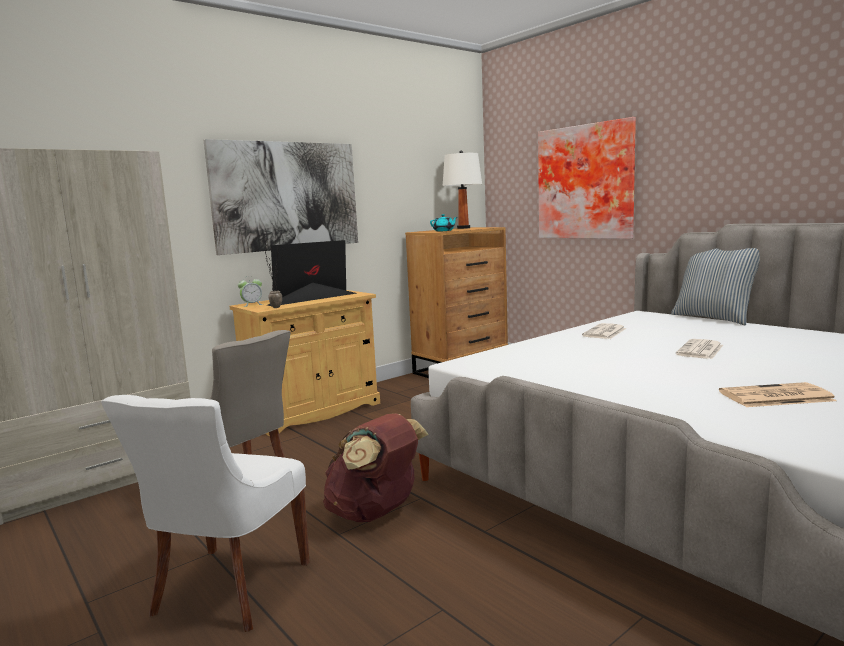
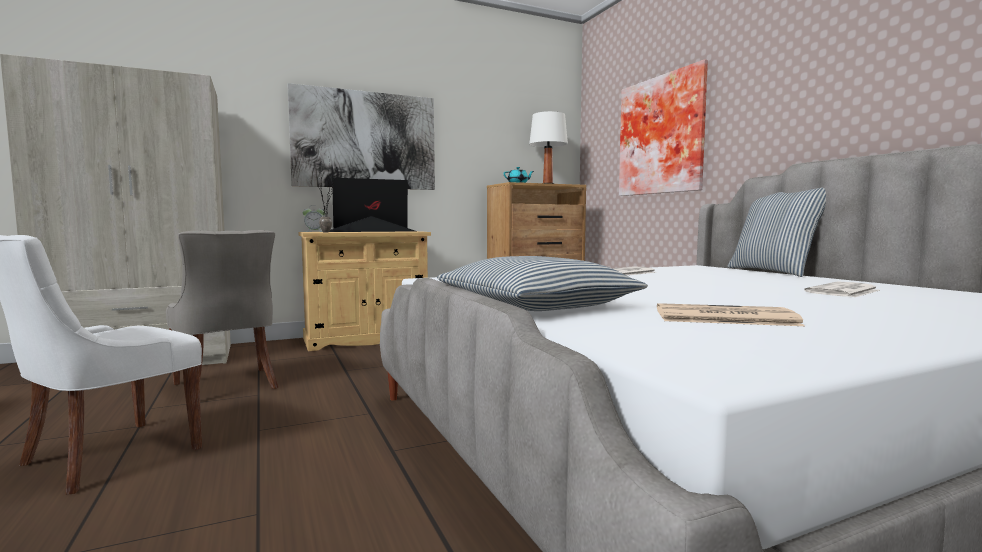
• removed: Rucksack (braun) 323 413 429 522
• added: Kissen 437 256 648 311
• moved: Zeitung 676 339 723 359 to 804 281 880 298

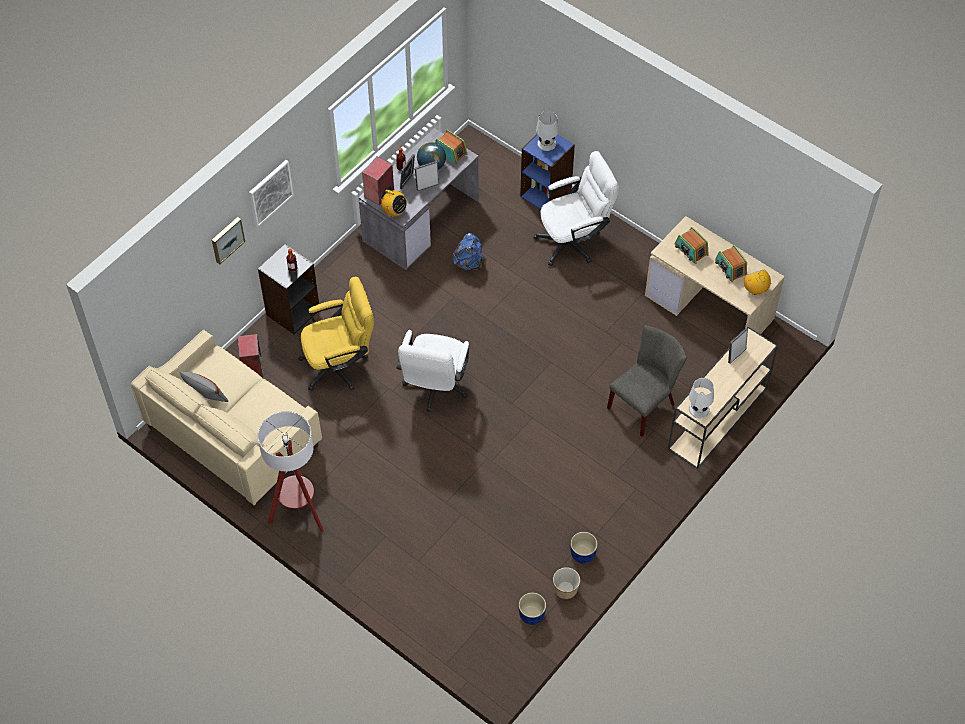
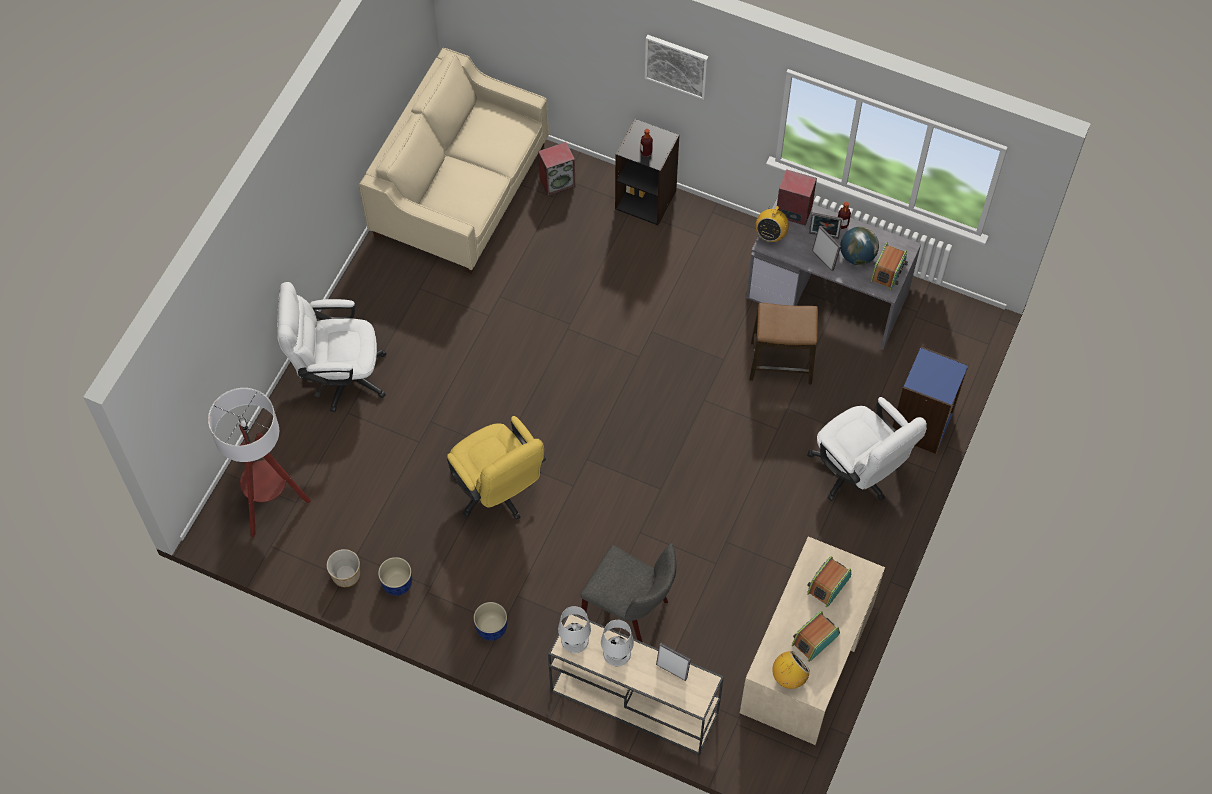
• removed: Kissen (grau) 180 372 228 402
• removed: Bild 212 217 245 264
• moved: Stehlampe 258 411 324 532 to 208 388 311 538
• moved: Bürostuhl (gelb) 298 277 374 391 to 447 416 546 520
• moved: Bürostuhl (weiß) 397 330 469 412 to 277 282 387 412
• moved: Pflanzkübel (blau) 519 593 546 625 to 473 602 507 641
• moved: Tischlampe (weiß) 536 111 559 151 to 601 620 634 666
• replaced: Rucksack (blau) 453 233 484 271 to Hocker 749 303 818 384

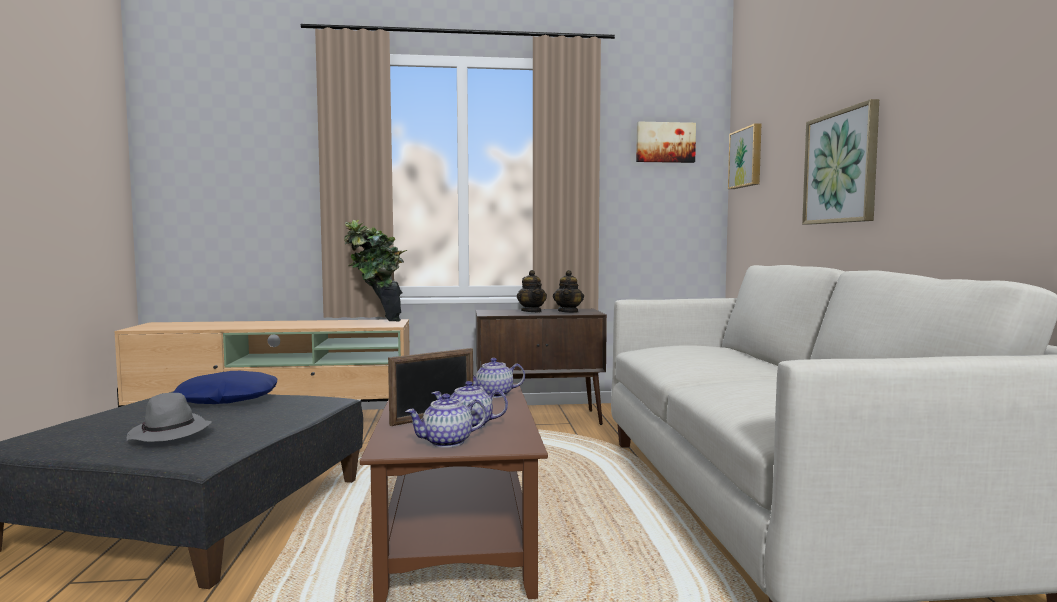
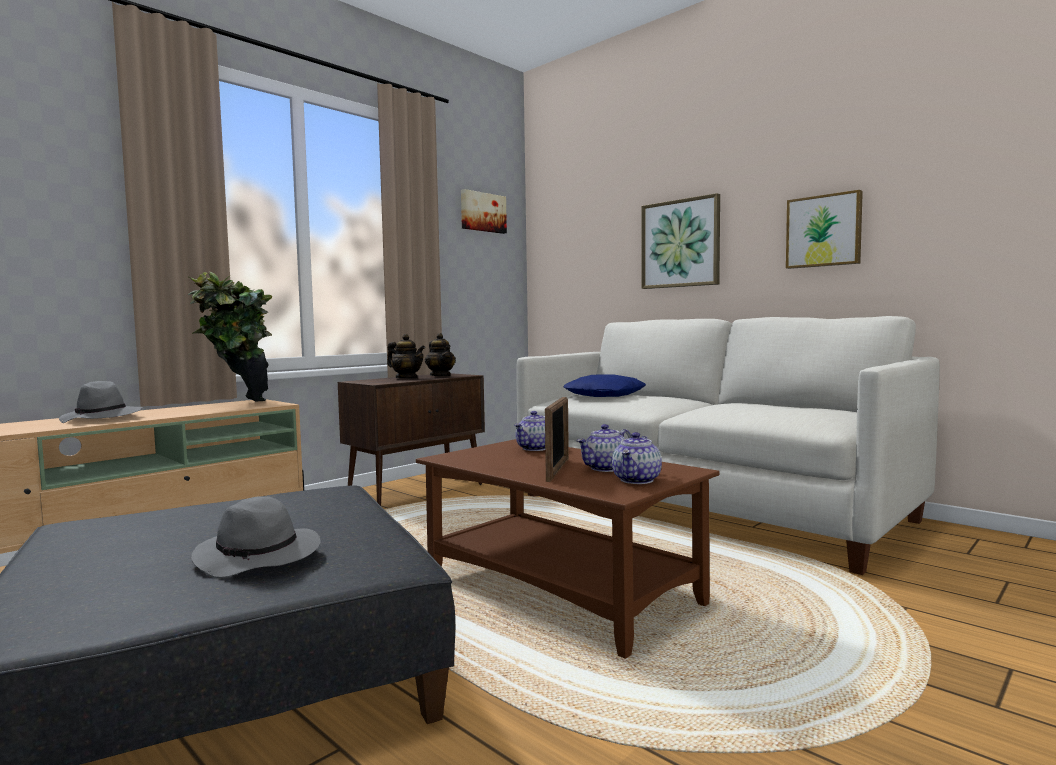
• added: Hut (grau) 59 381 143 423
• moved: Kissen (blau) 173 371 277 404 to 563 375 646 397
• moved: Bild 728 123 761 189 to 786 190 863 269

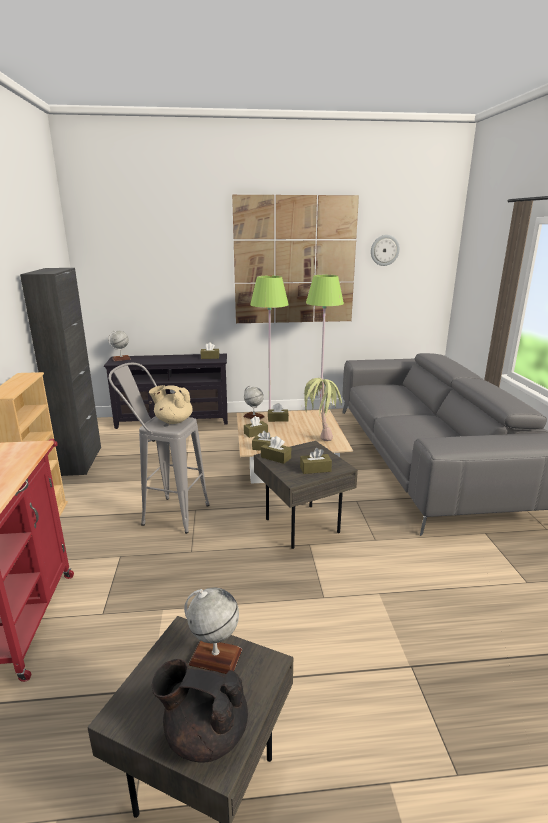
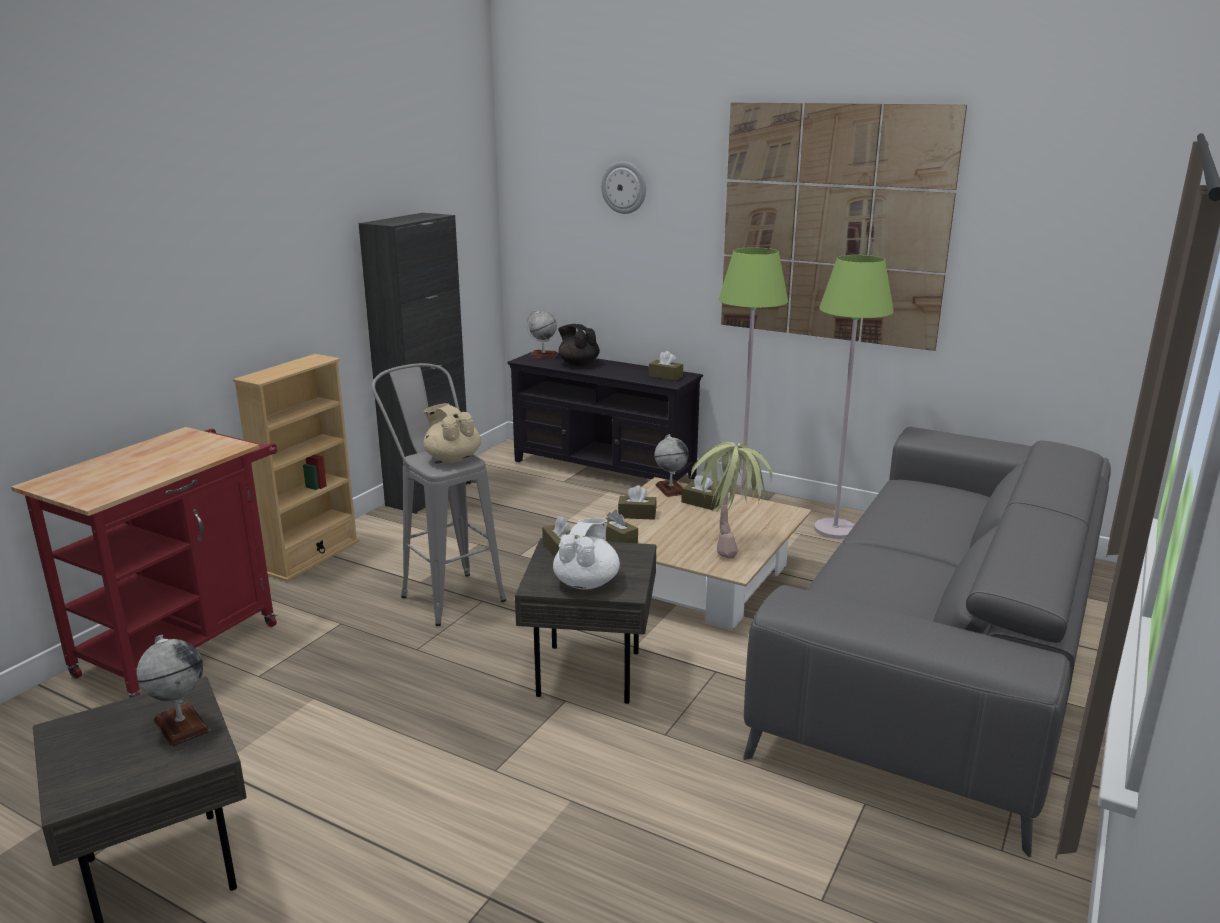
• moved: Teekanne (schwarz) 151 659 248 763 to 558 324 600 366
• moved: Wanduhr 371 235 400 266 to 601 161 646 214
• replaced: Taschentuchbox (braun) 300 448 332 474 to Teekanne (weiß) 553 518 620 590

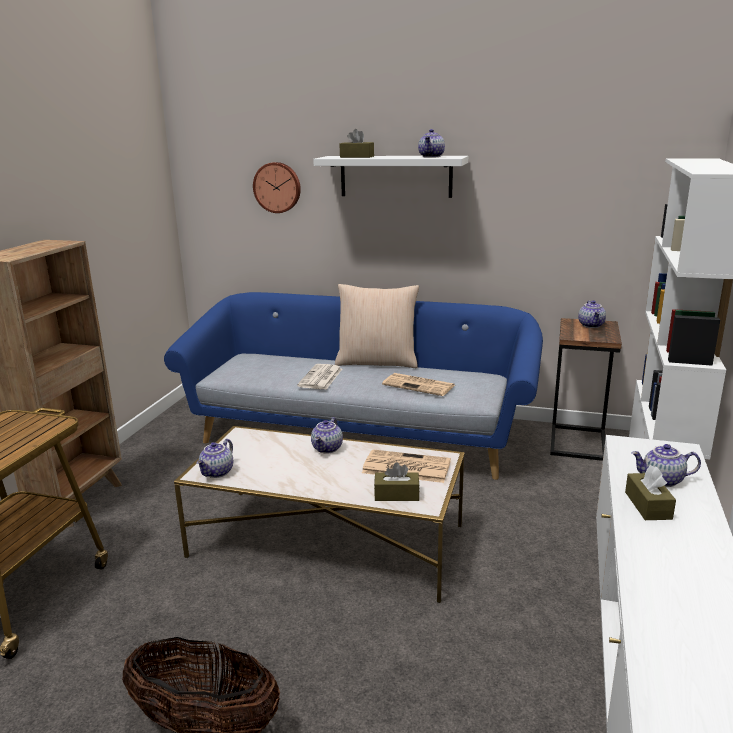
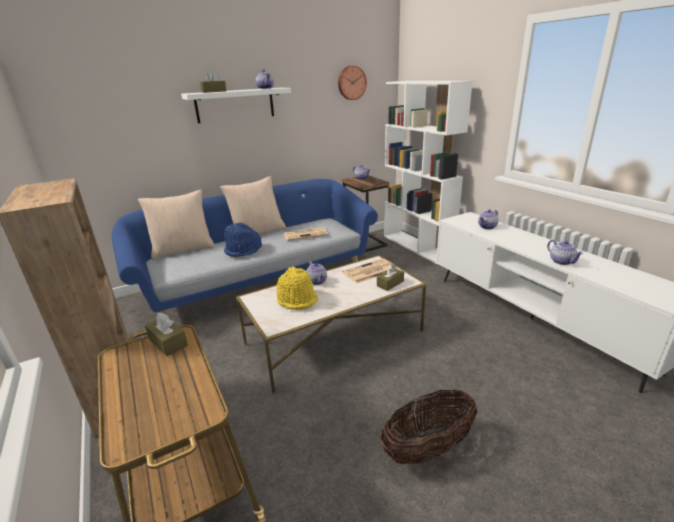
• added: Kissen (beige) 138 190 215 260
• added: Hut (gelb) 277 266 318 310
• moved: Teekanne 196 439 233 478 to 547 240 583 265
• moved: Wanduhr 253 162 301 213 to 338 65 367 100
• moved: Taschentuchbox (braun) 625 465 676 520 to 145 312 188 356
• replaced: Zeitung 297 364 342 390 to Hut (blau) 224 223 262 257

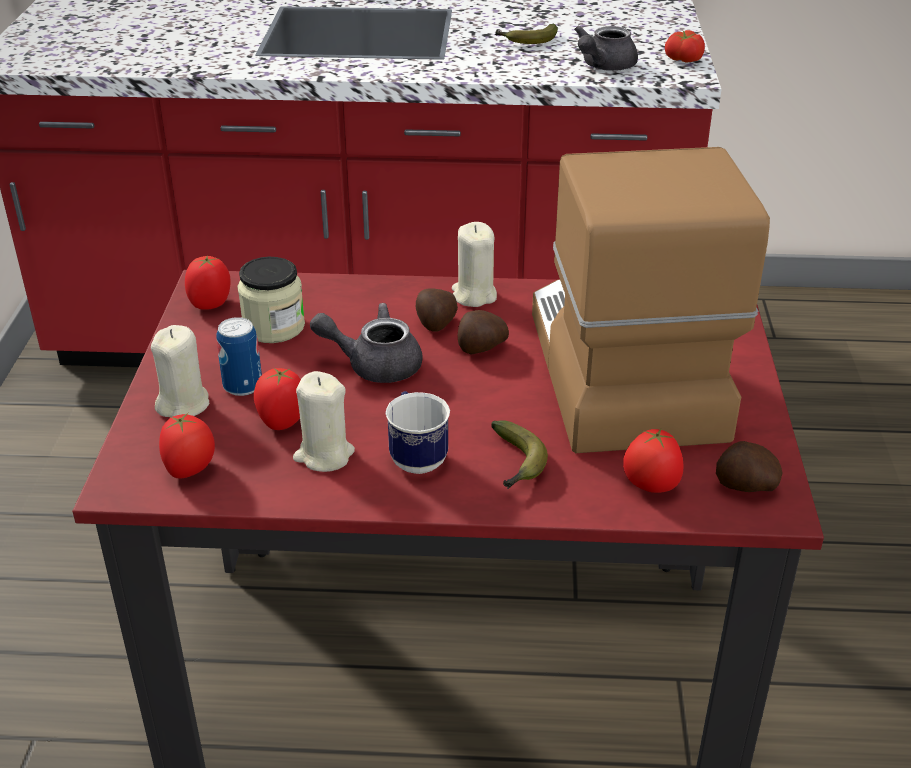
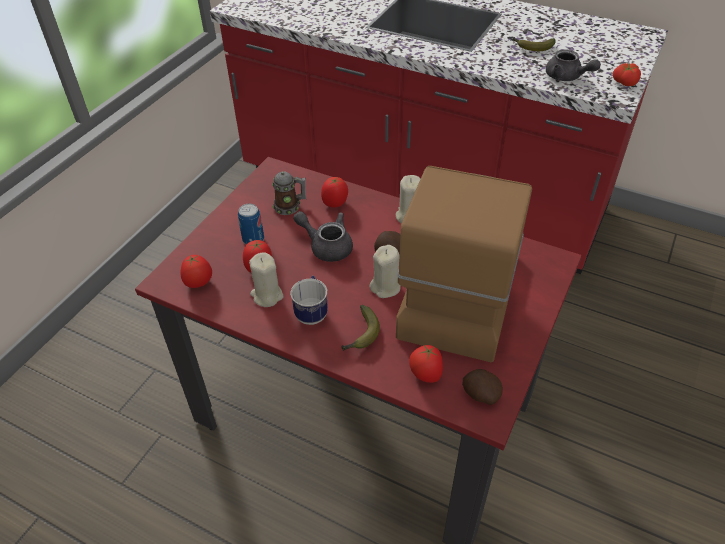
• removed: Kartoffel 416 289 458 332
• moved: Kerze (beige) 151 325 209 417 to 369 245 401 298
• moved: Tomate 185 256 231 310 to 321 177 348 207
• replaced: Vorratsglas 237 257 305 343 to Henkelbecher 272 171 306 215
• turned: Teekanne (grau) 574 26 638 71 = 546 49 601 81 105 degrees counterclockwise

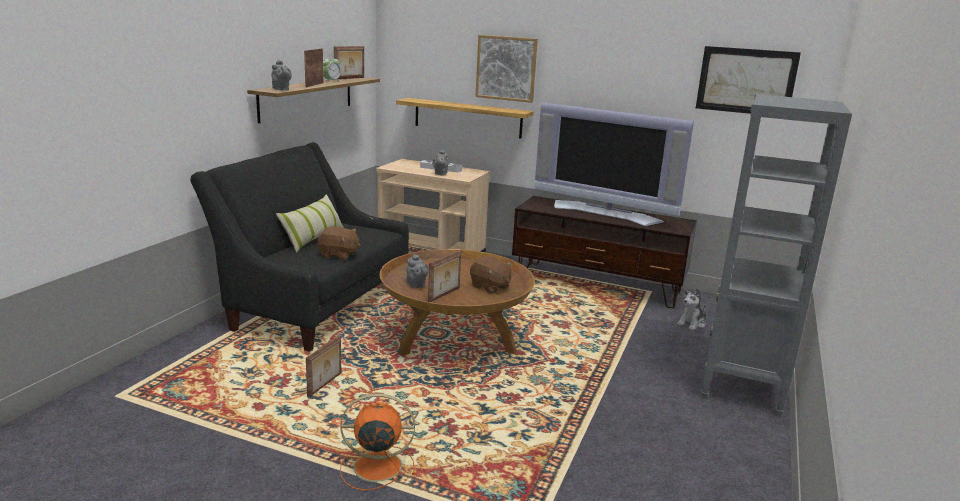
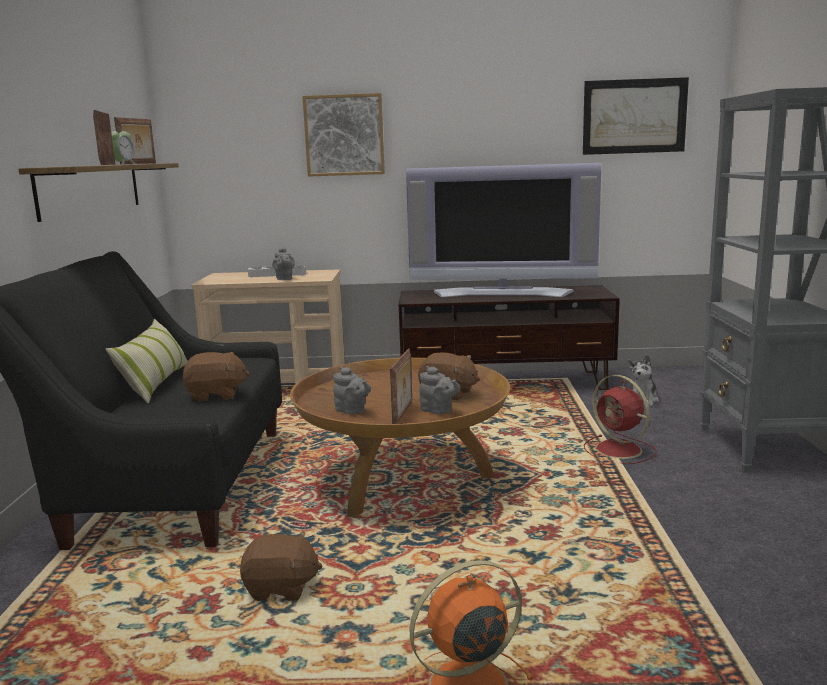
• removed: Wandregal 396 98 534 138
• added: Ventilator (rot) 584 375 657 464
• moved: Teekanne (grau) 271 60 292 90 to 419 366 460 414
• replaced: Bilderrahmen 306 335 341 398 to Plüschtier (braun) 240 531 322 601

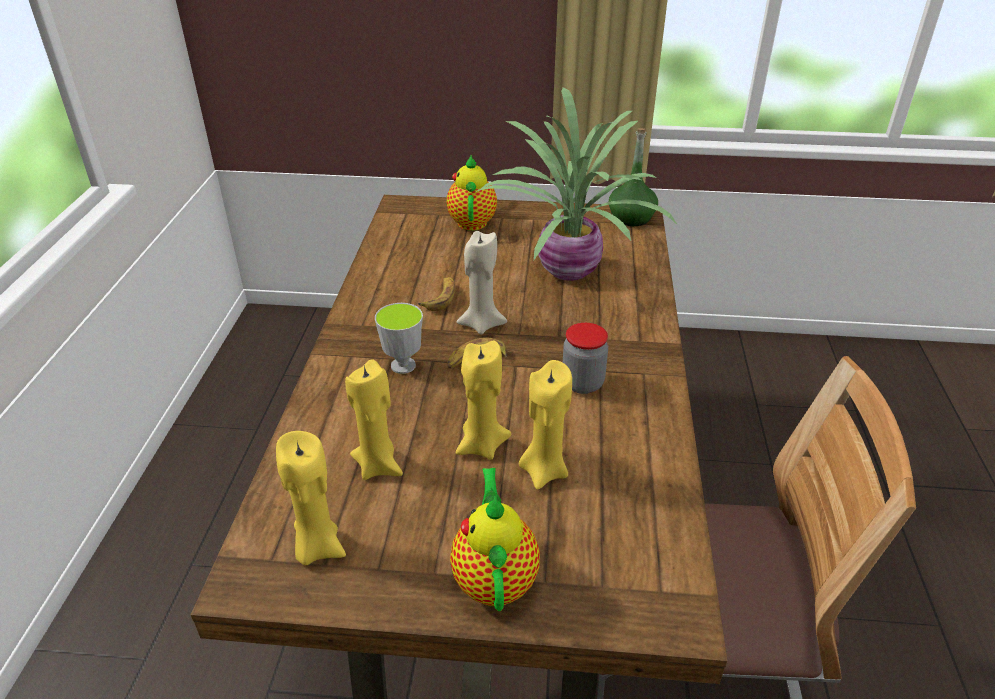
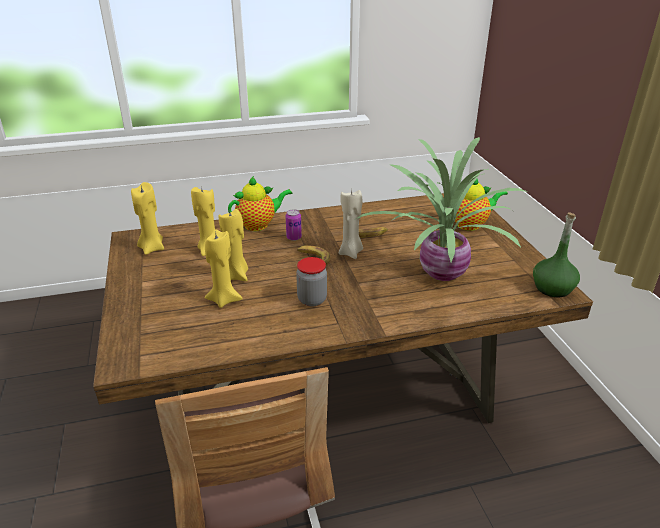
• moved: Teekanne 450 468 540 611 to 228 176 293 231
• replaced: Tasse 375 303 423 374 to Dose 286 209 302 241

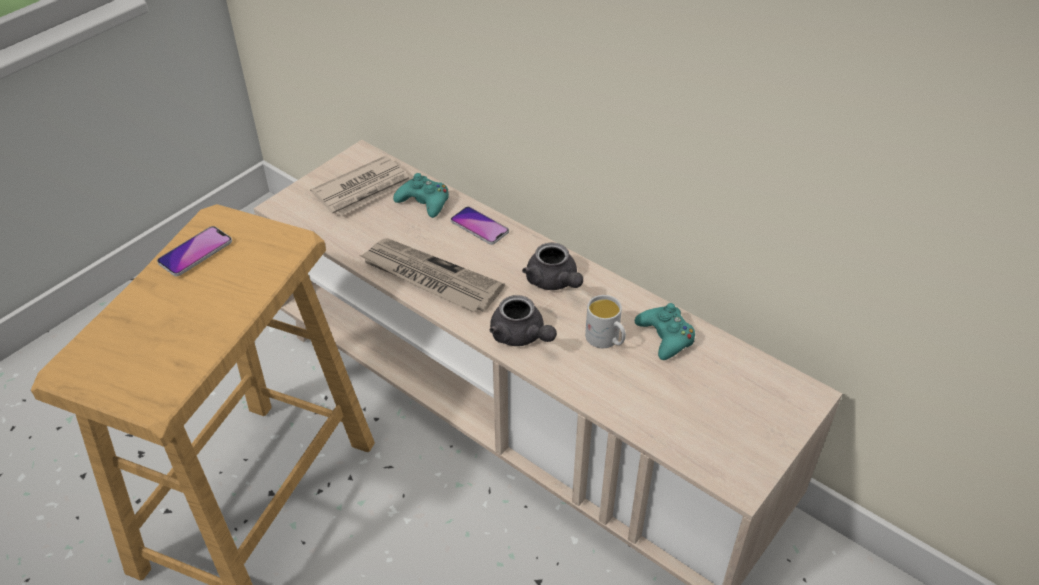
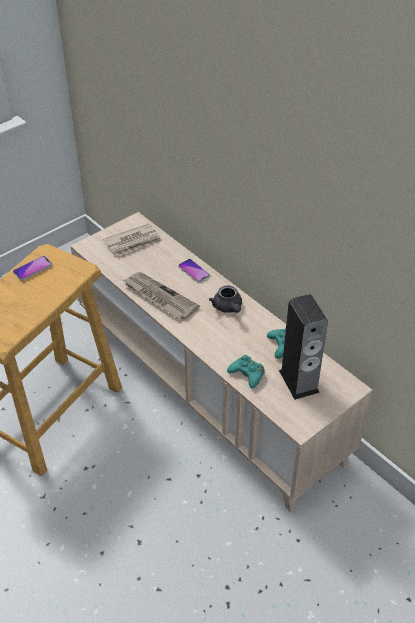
• removed: Teekanne (grau) 490 295 557 346
• removed: Henkelbecher (weiß) 585 295 626 348
• added: Lautsprecher 279 294 328 400
• moved: Gamepad (türkis) 393 173 449 218 to 227 355 264 389

